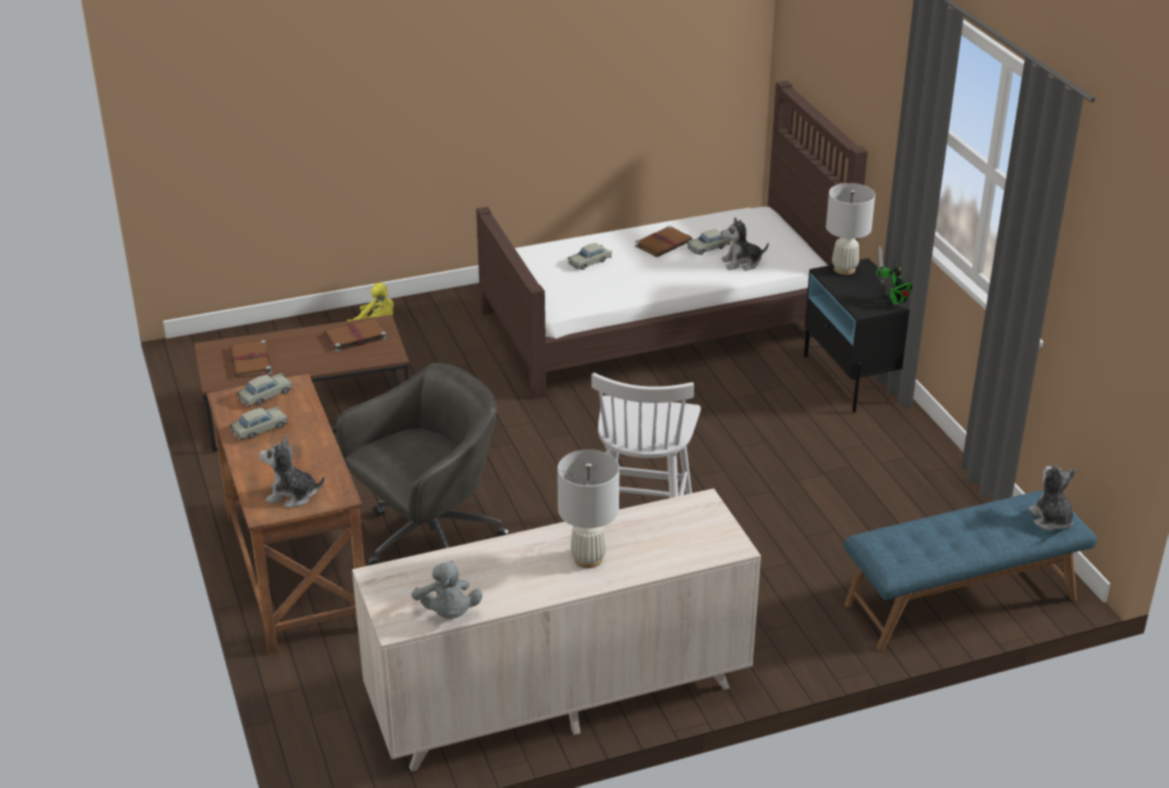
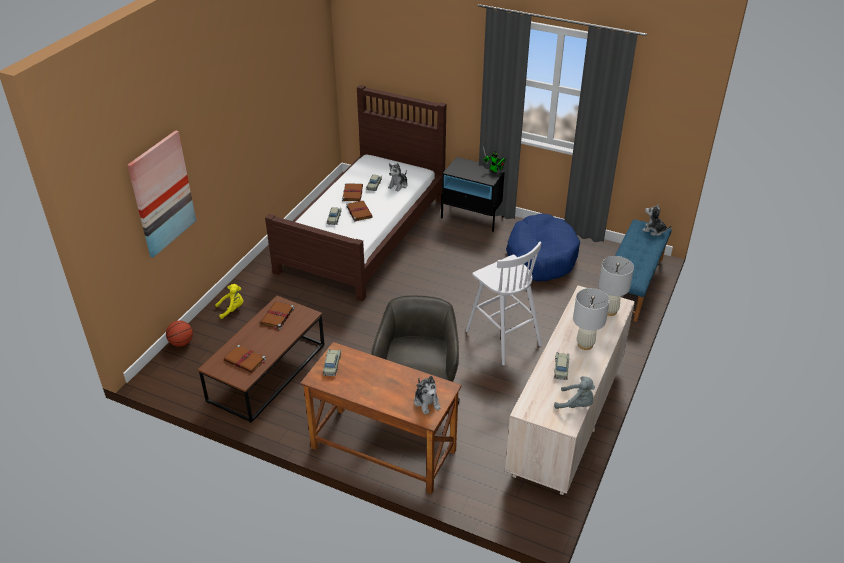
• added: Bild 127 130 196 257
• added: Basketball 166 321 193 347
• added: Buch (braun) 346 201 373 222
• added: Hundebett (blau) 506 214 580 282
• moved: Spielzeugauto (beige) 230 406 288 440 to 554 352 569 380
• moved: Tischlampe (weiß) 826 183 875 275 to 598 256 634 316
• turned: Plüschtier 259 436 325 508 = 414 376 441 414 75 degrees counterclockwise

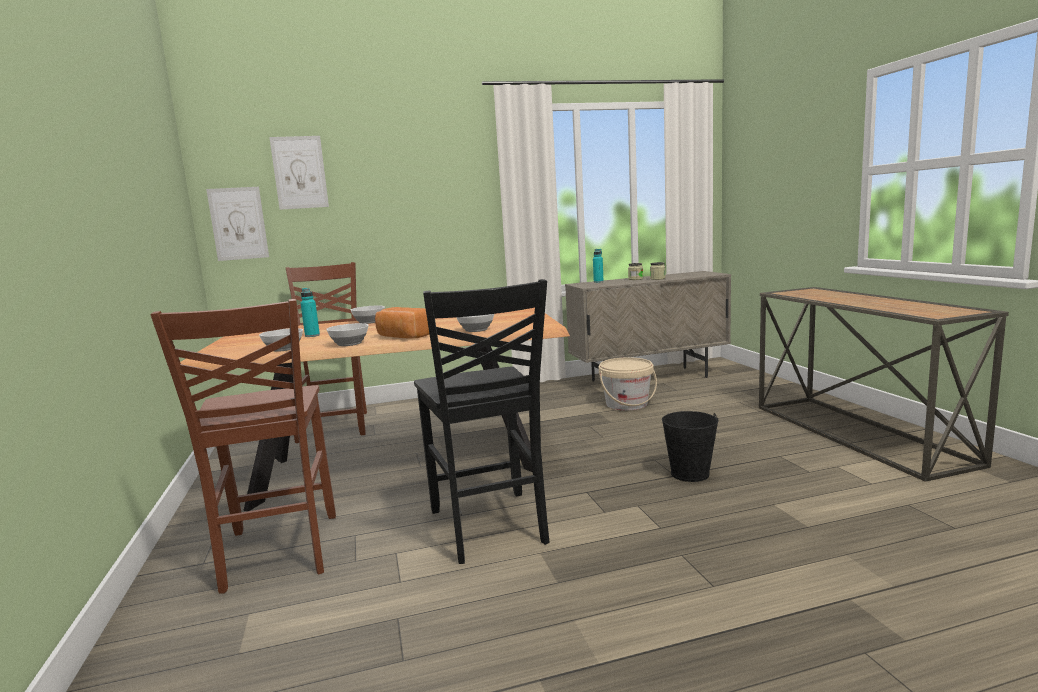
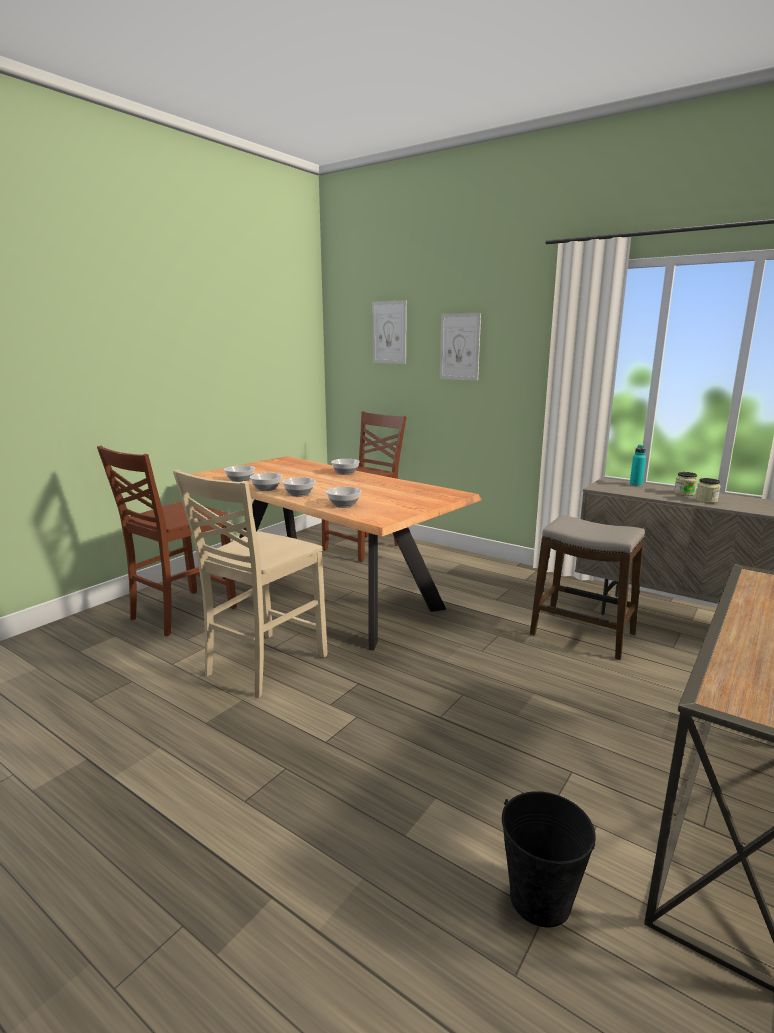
• removed: Flasche (türkis) 300 288 320 337
• moved: Bild 206 187 269 261 to 440 313 481 381
• moved: Eimer (schwarz) 662 411 719 482 to 502 791 596 927
• replaced: Brot 375 307 429 339 to Schüssel 282 477 315 497
• replaced: Eimer (beige) 599 357 657 410 to Hocker 530 515 645 660
• recoloured: Stuhl (schwarz) 414 279 549 564 to Stuhl (beige) 173 469 327 698

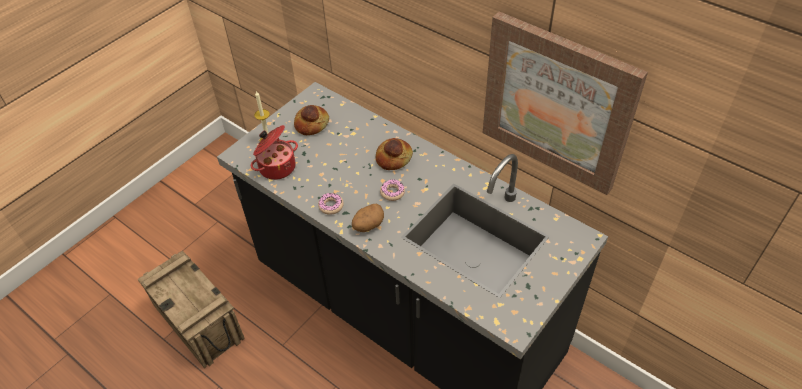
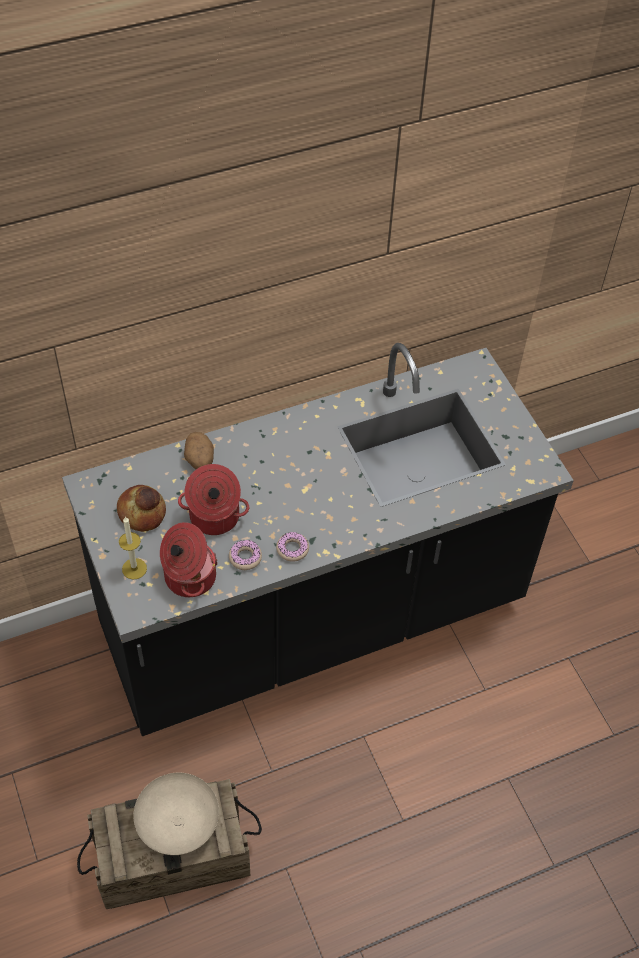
• removed: Brot 376 138 413 170
• removed: Bild 483 12 648 195
• added: Schüssel (beige) 133 773 219 855
• added: Kochtopf 178 464 249 535
• moved: Kartoffel 352 204 384 232 to 184 432 214 469
• moved: Donut 380 179 405 201 to 229 540 262 570

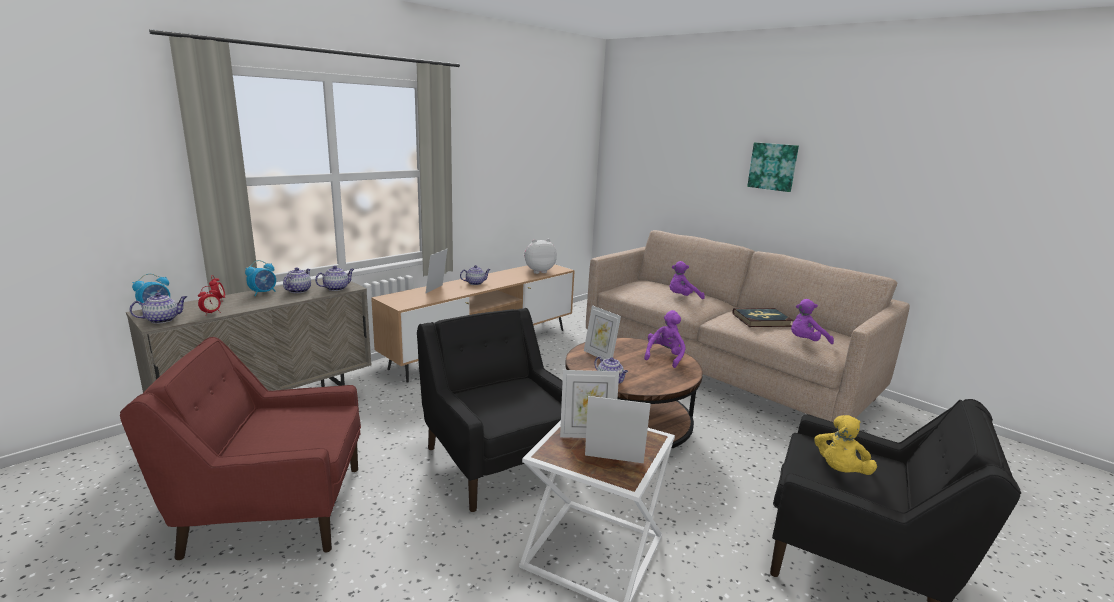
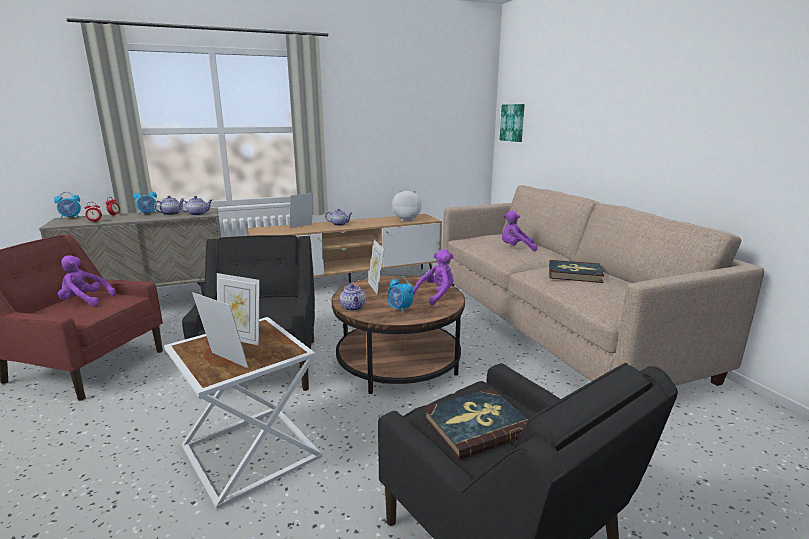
• removed: Teekanne 130 293 187 324
• added: Wecker 387 276 413 313
• moved: Bild 747 142 799 192 to 500 104 525 142
• moved: Plüschtier (lila) 791 299 834 344 to 58 255 116 306
• replaced: Plüschtier (gelb) 815 415 877 475 to Buch 423 388 529 460

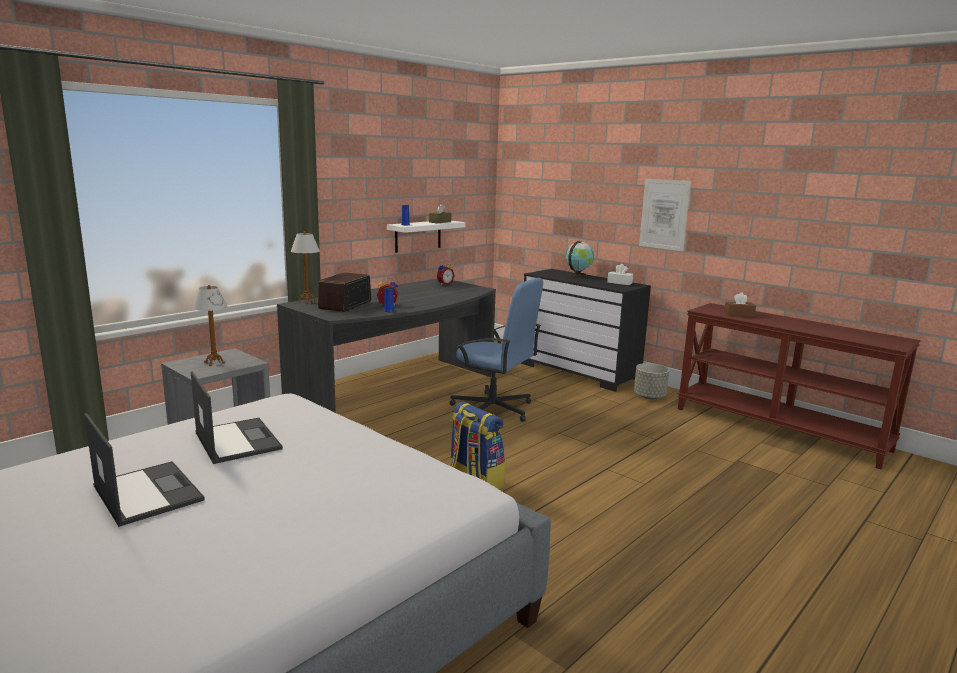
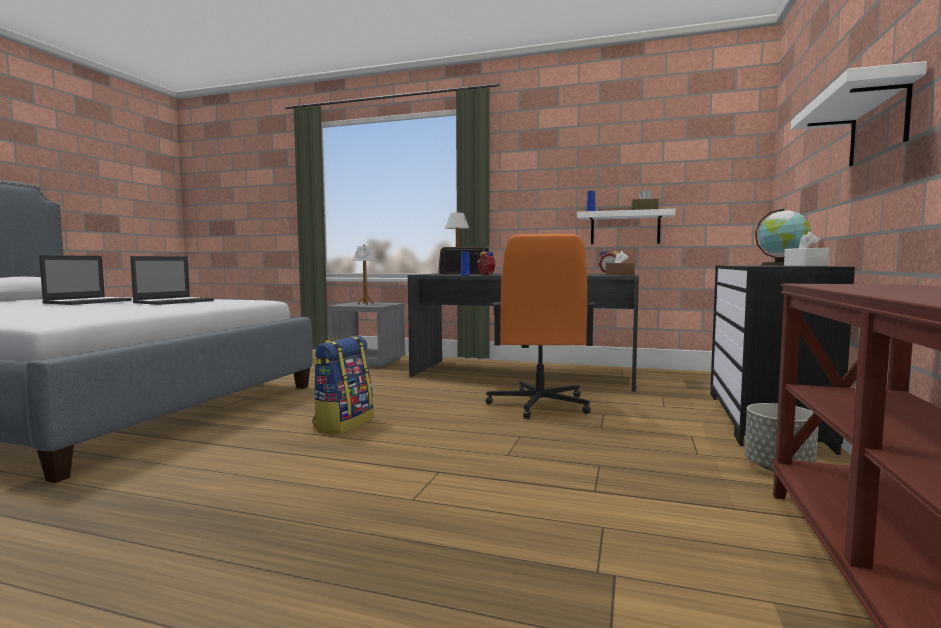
• moved: Taschentuchbox (braun) 724 292 756 317 to 605 251 635 275
• replaced: Bild 639 179 691 251 to Wandregal (weiß) 791 61 927 166
• recoloured: Bürostuhl (blau) 450 278 543 422 to Bürostuhl (orange) 485 234 595 419

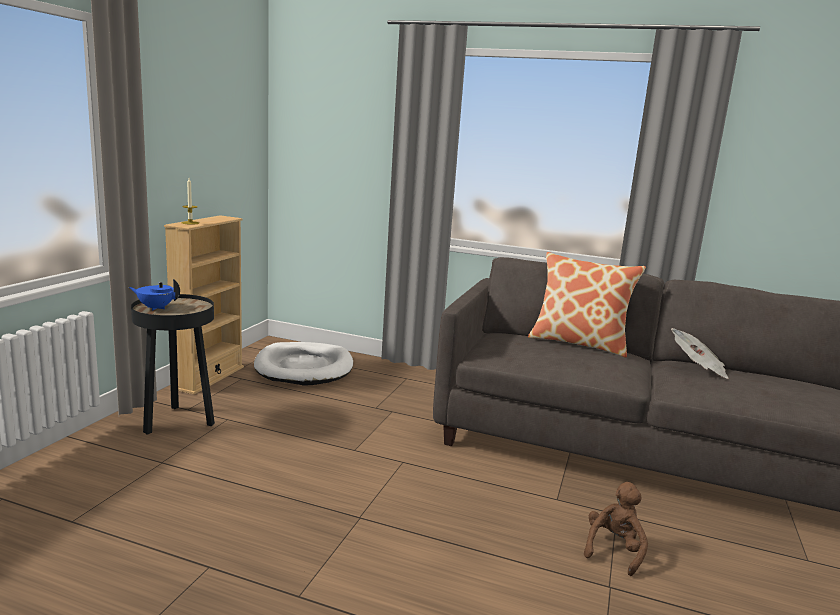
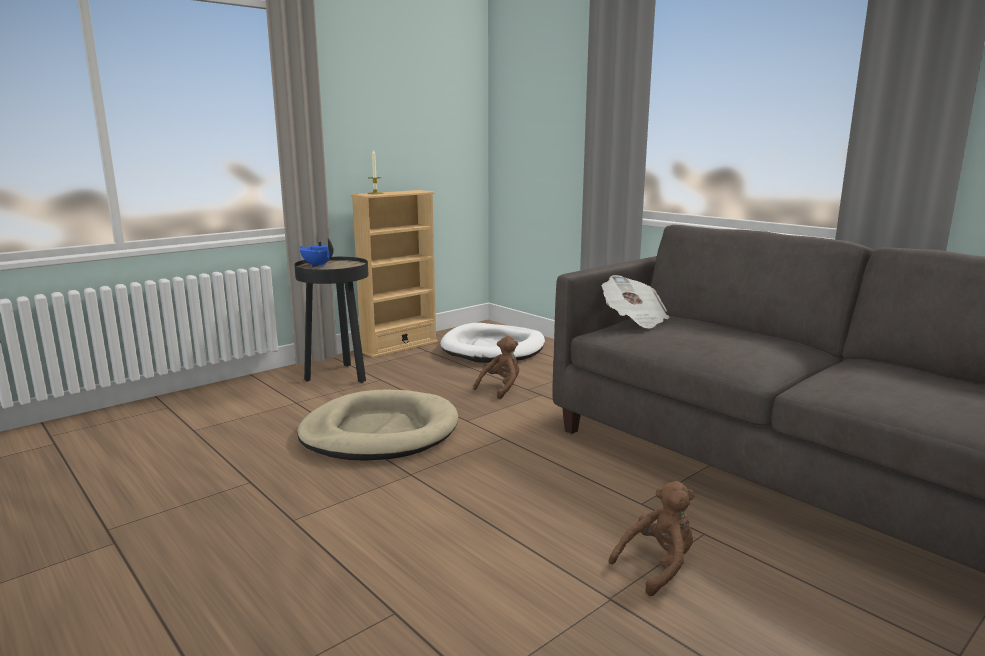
• removed: Kissen 528 252 646 358
• added: Hundebett (beige) 297 390 459 461
• added: Plüschtier (braun) 473 336 519 399
• moved: Zeitung 671 328 728 379 to 602 275 670 329

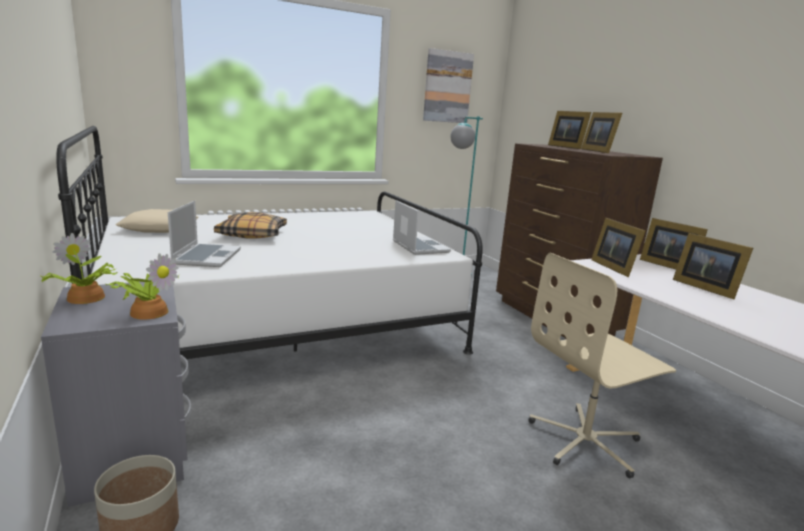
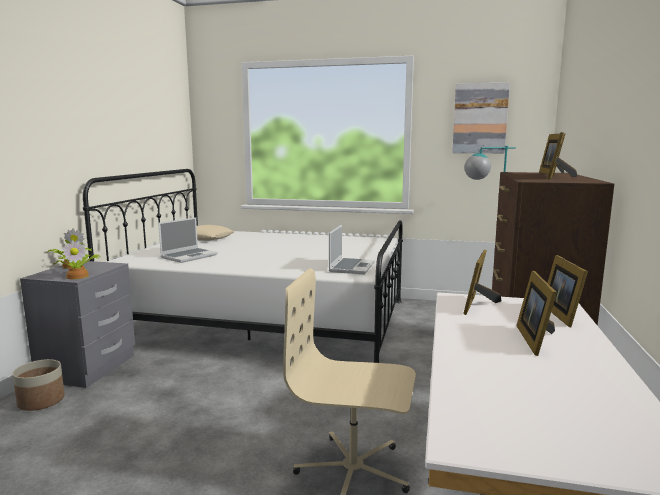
• removed: Kissen 214 212 287 239

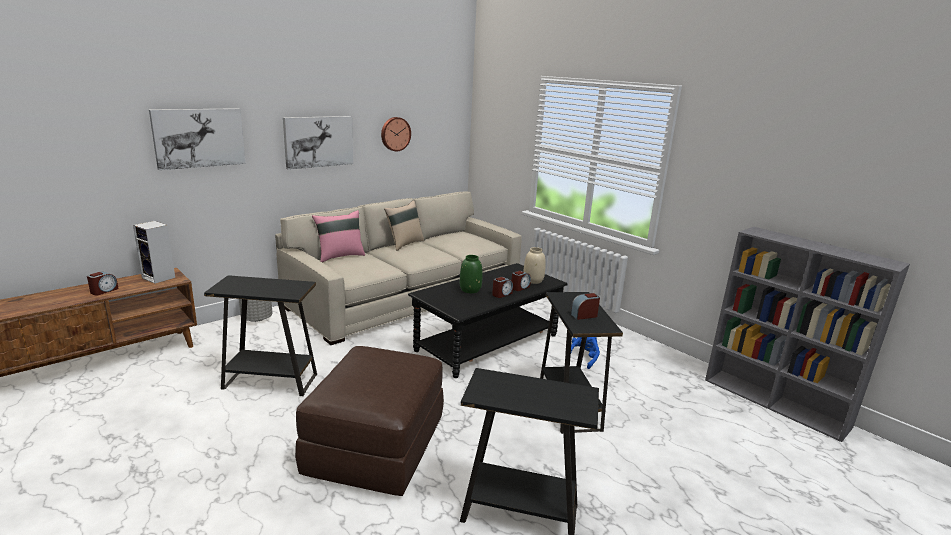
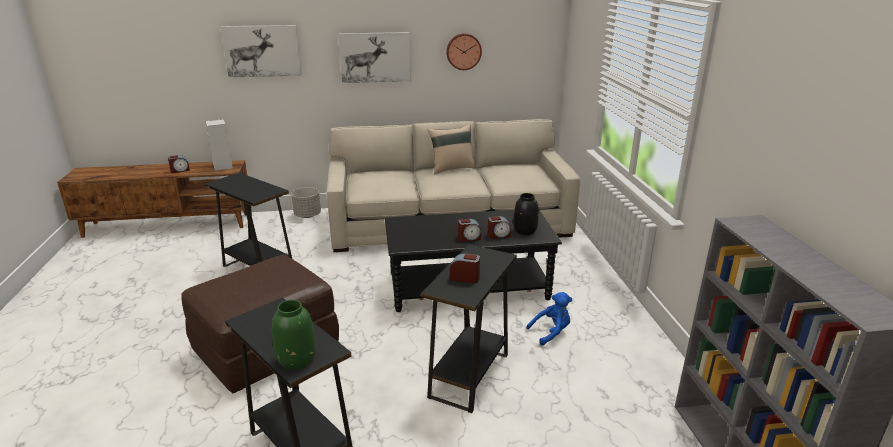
• removed: Kissen (rosa) 312 210 365 262
• moved: Vase (grün) 460 255 483 293 to 272 300 316 369
• recoloured: Vase (beige) 523 247 546 284 to Vase (schwarz) 513 193 539 235

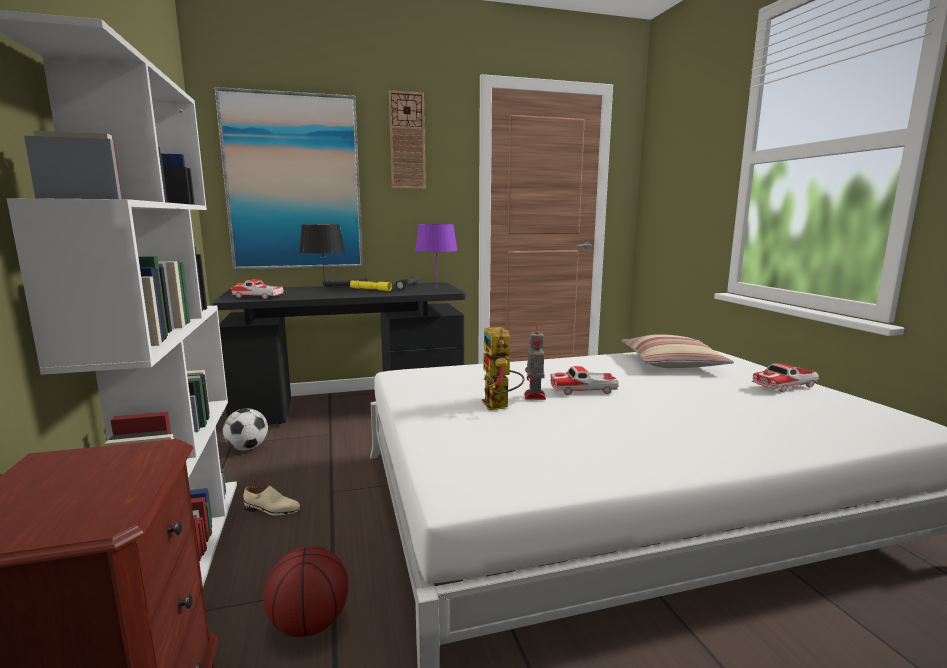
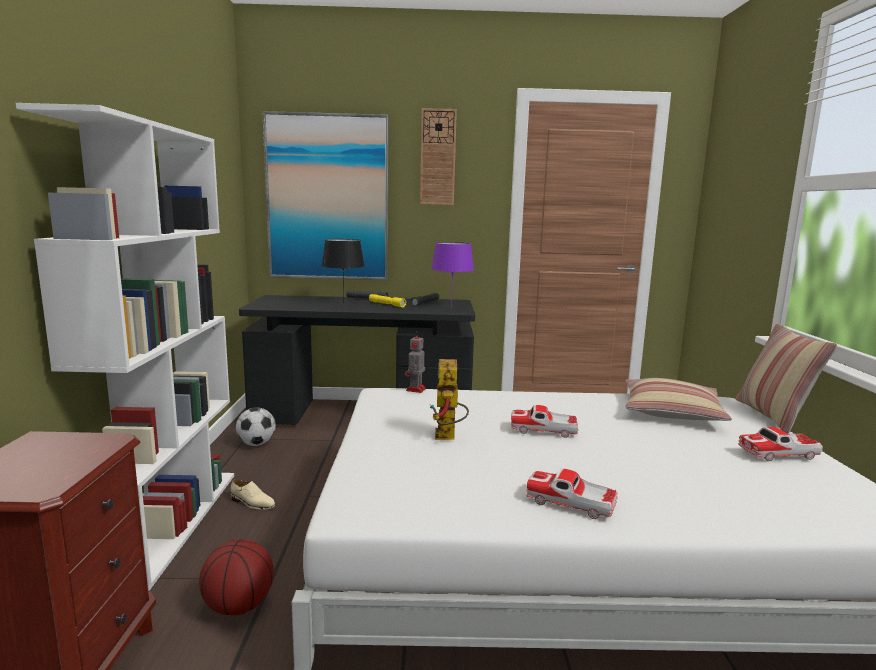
• added: Kissen 736 323 837 433
• moved: Spielzeugauto 231 280 284 299 to 527 468 618 519
• moved: Spielzeugroboter 524 331 546 400 to 405 332 426 393

